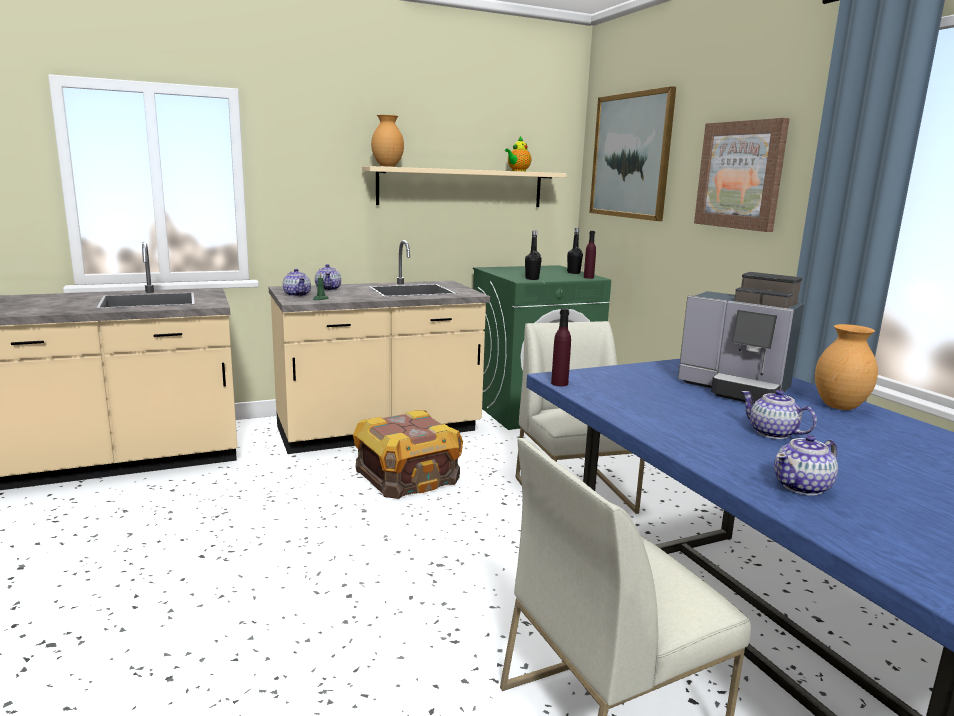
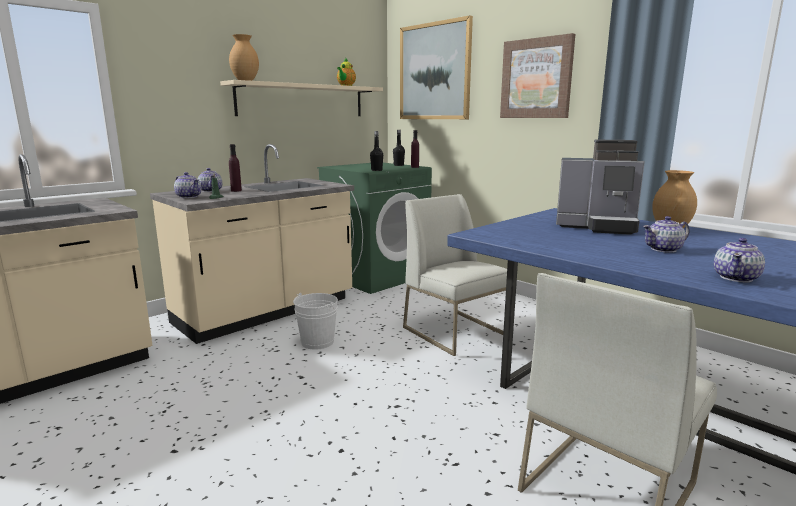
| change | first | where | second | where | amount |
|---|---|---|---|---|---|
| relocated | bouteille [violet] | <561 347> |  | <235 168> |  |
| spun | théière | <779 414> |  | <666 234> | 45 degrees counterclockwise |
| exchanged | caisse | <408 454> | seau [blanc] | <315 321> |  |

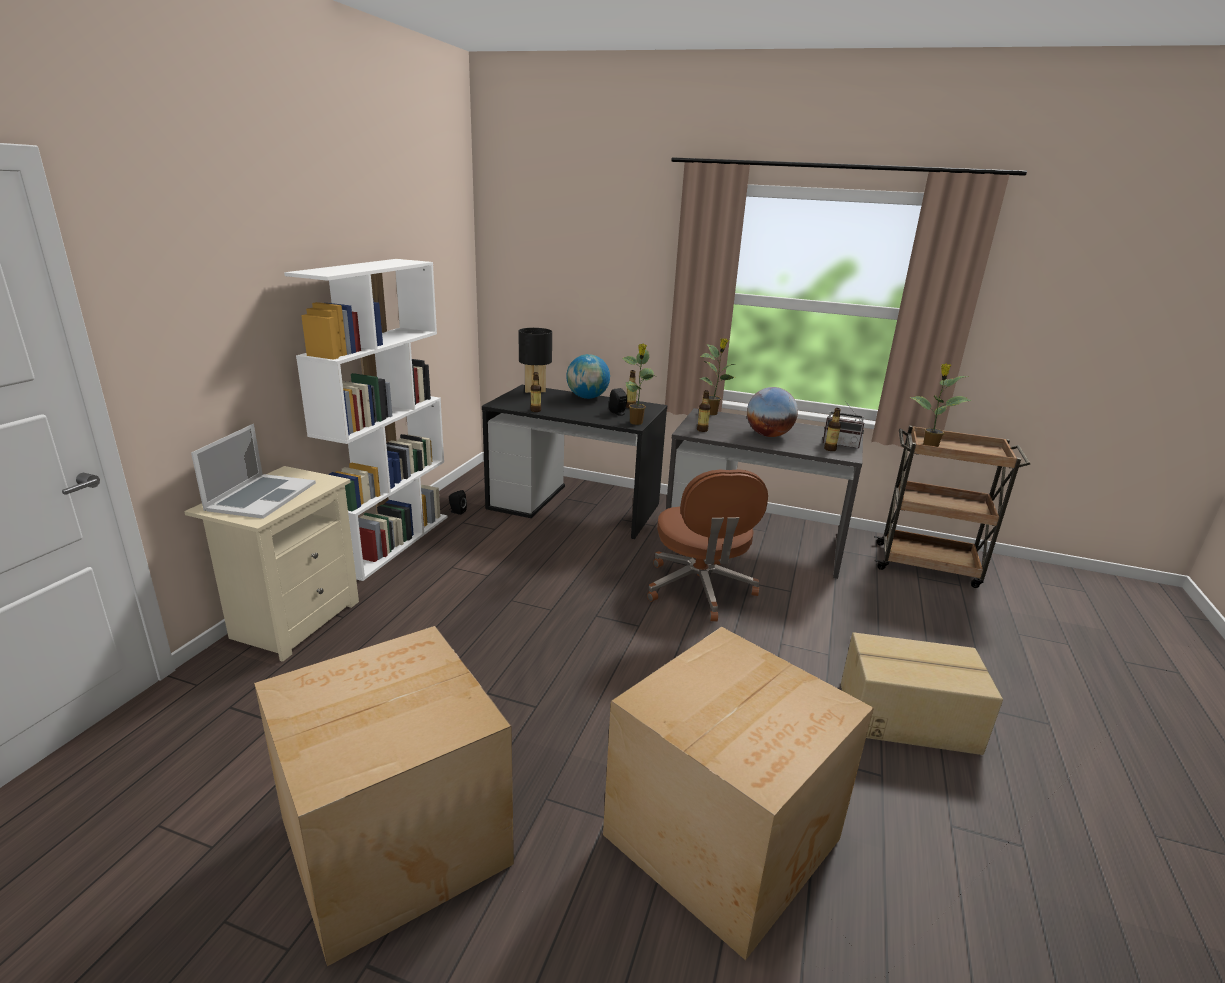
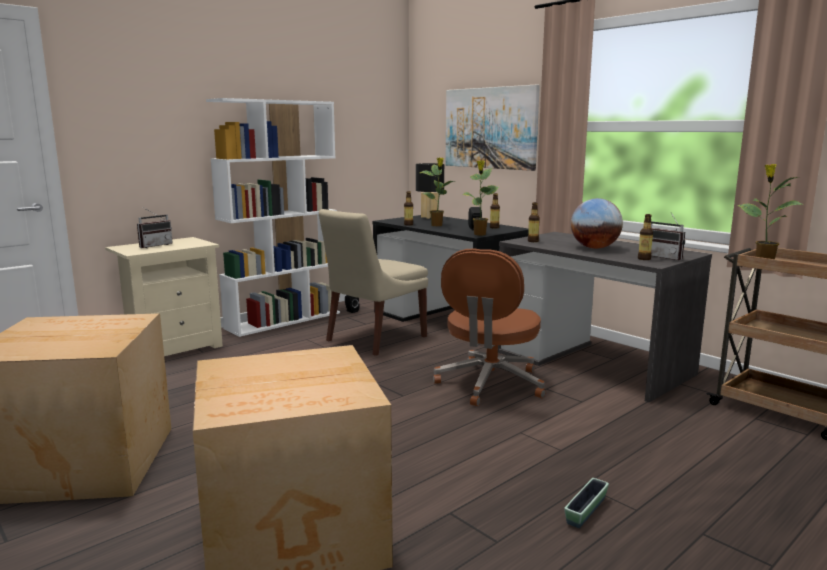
| change | first | where | second | where | amount |
|---|---|---|---|---|---|
| relocated | plante en pot | <718 376> |  | <437 191> |  |
| missing | globe | <588 376> |  |  |  |
| exchanged | ordinateur portable | <253 471> | radio | <155 227> |  |
| exchanged | carton | <922 693> | cache-pot | <586 503> |  |
| appeared |  |  | tableau | <492 127> |  |
| appeared |  |  | chaise [beige] | <373 282> |  |

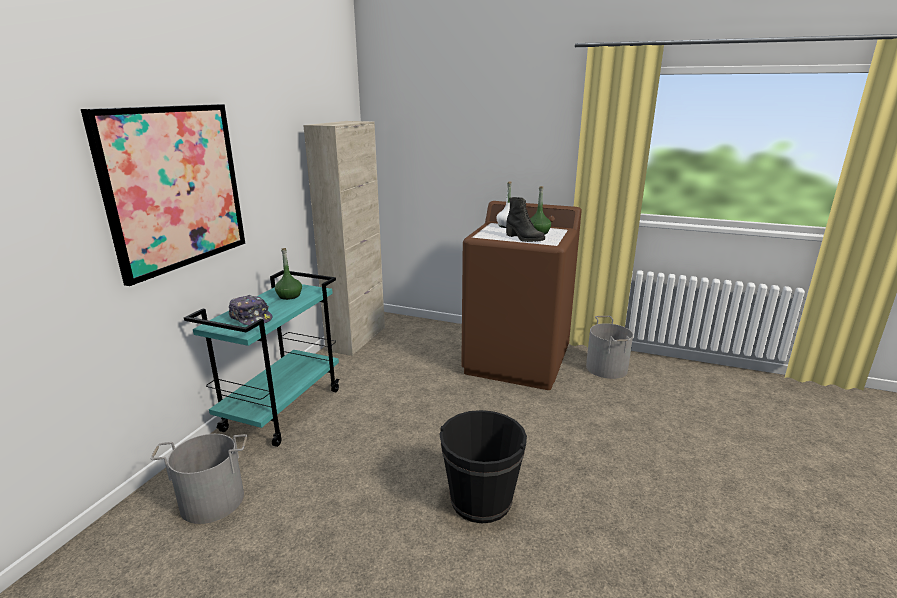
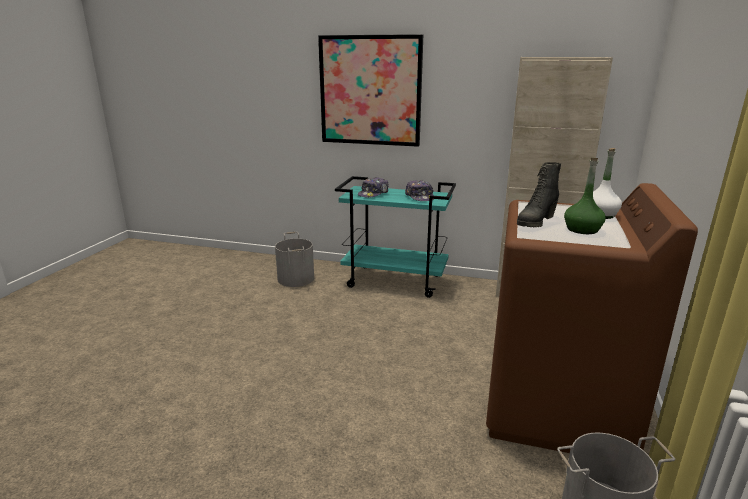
| change | first | where | second | where | amount |
|---|---|---|---|---|---|
| exchanged | bouteille [vert] | <288 274> | casquette | <419 190> |  |
| missing | seau [noir] | <483 466> |  |  |  |

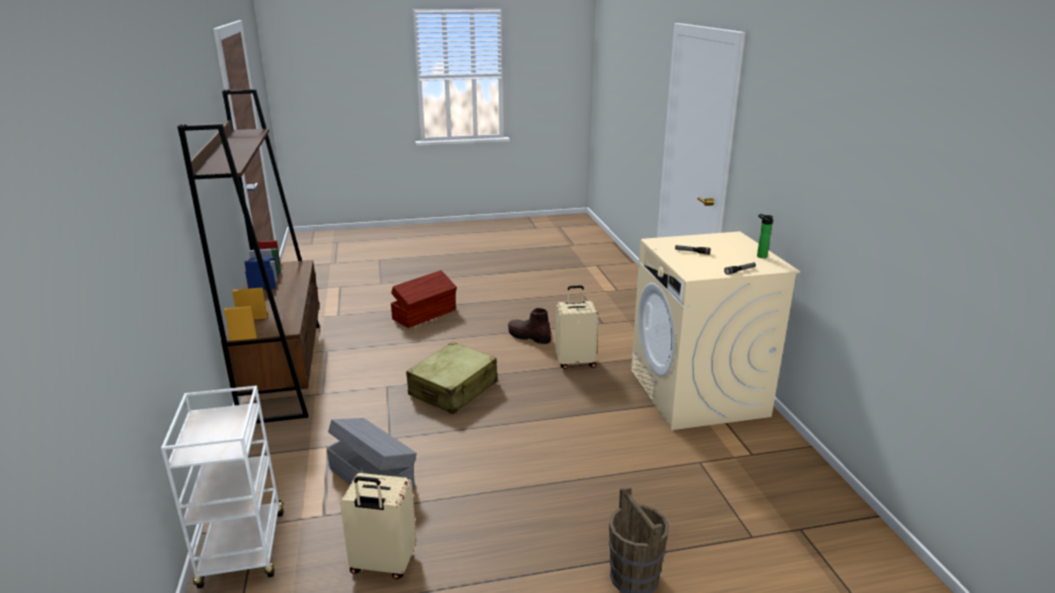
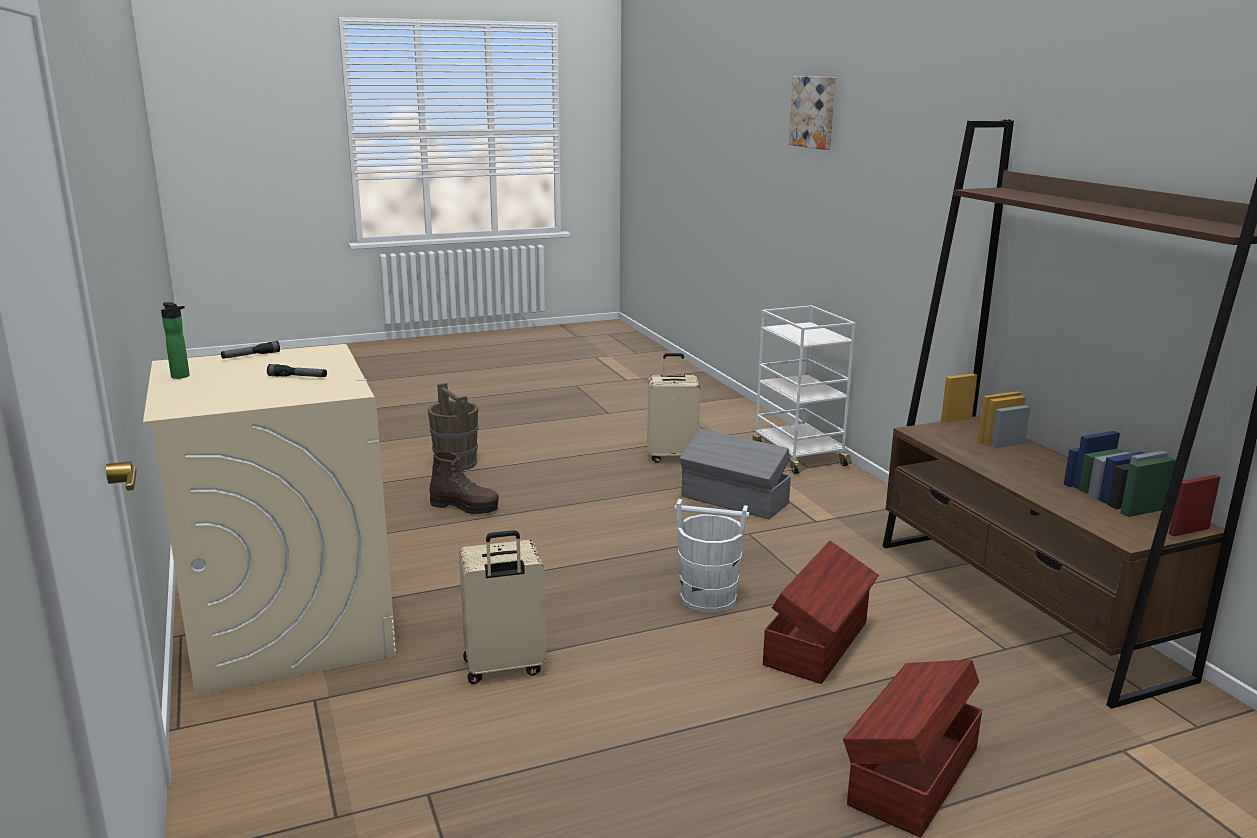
| change | first | where | second | where | amount |
|---|---|---|---|---|---|
| relocated | botte [marron] | <529 326> |  | <464 483> |  |
| exchanged | valise [beige] | <451 378> | seau [blanc] | <712 556> |  |
| appeared |  |  | tableau | <812 113> |  |
| appeared |  |  | boîte de rangement [marron] | <821 612> |  |

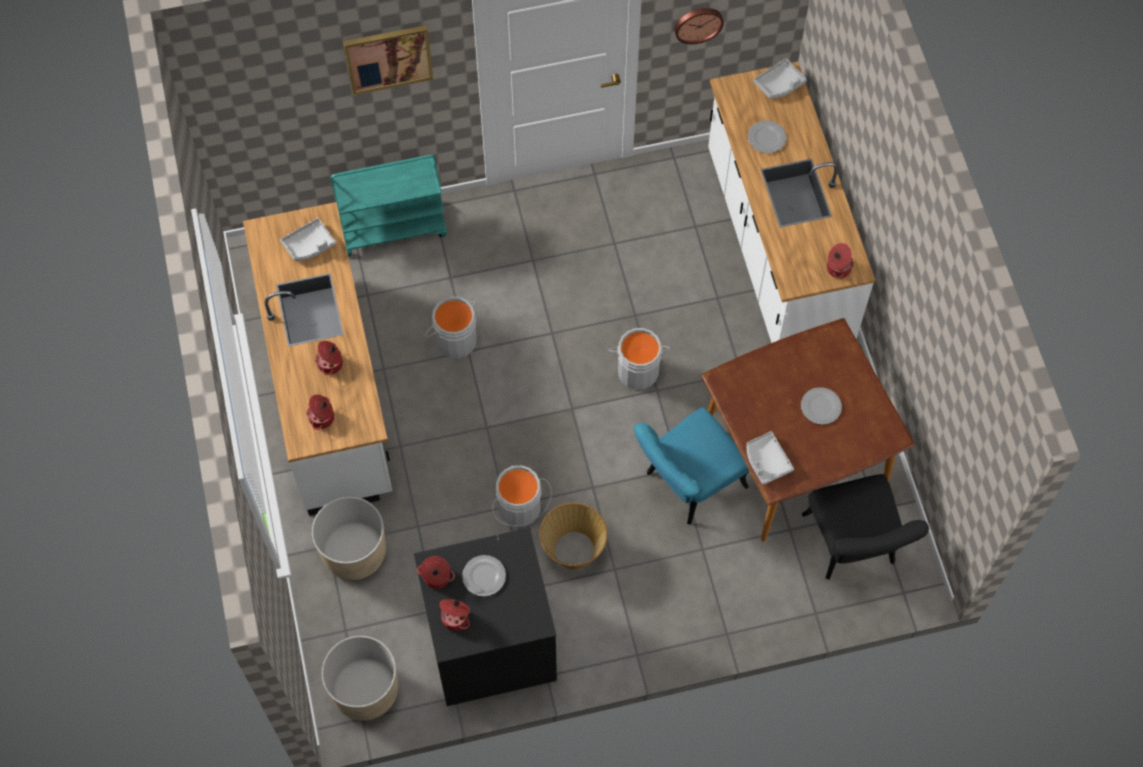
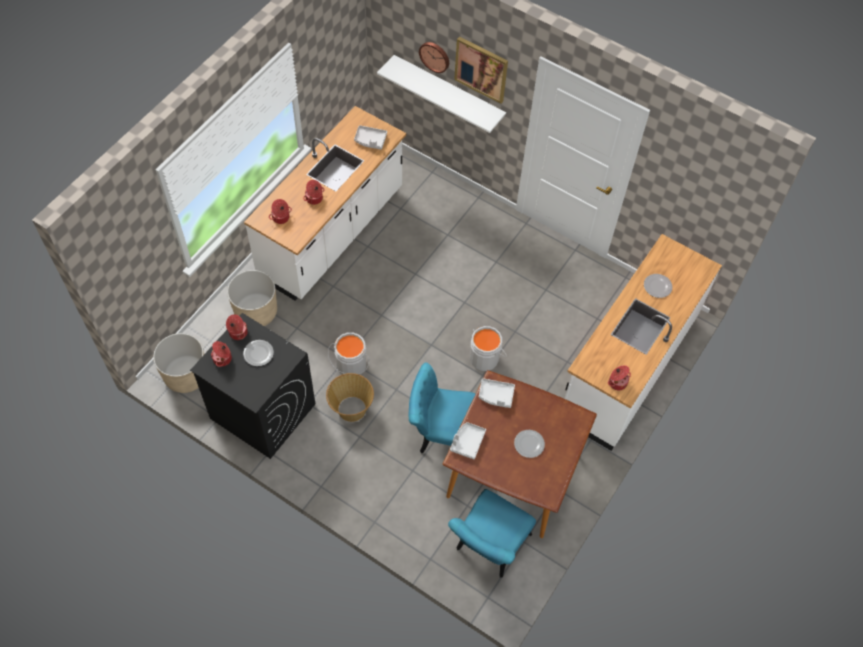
| change | first | where | second | where | amount |
|---|---|---|---|---|---|
| relocated | horloge murale | <699 26> |  | <434 57> |  |
| relocated | plateau [gris] | <780 78> |  | <497 393> |  |
| missing | chariot [turquoise] | <389 205> |  |  |  |
| missing | seau [gris] | <451 327> |  |  |  |
| colour | chaise [noir] | <865 527> | chaise [turquoise] | <492 533> |  |
| appeared |  |  | étagère [blanc] | <441 94> |  |

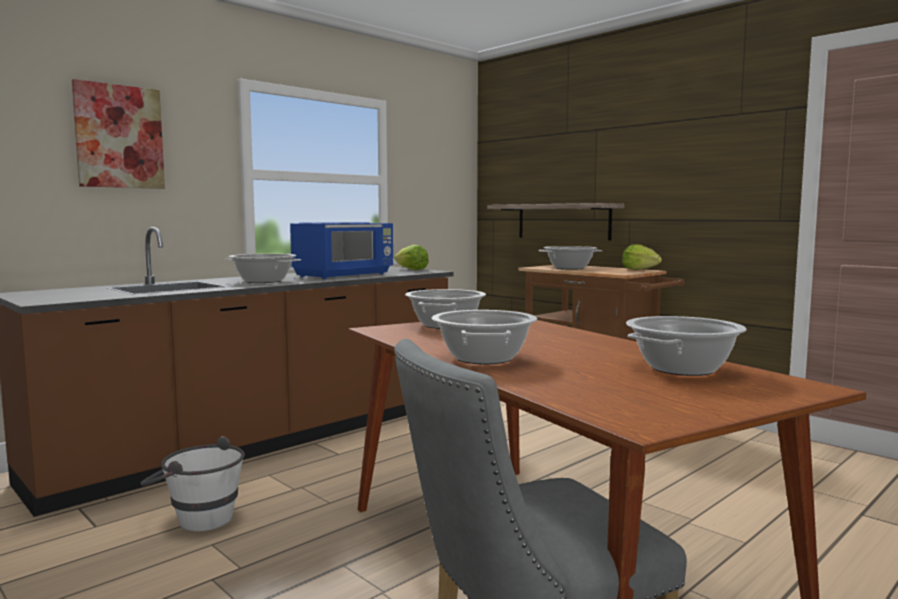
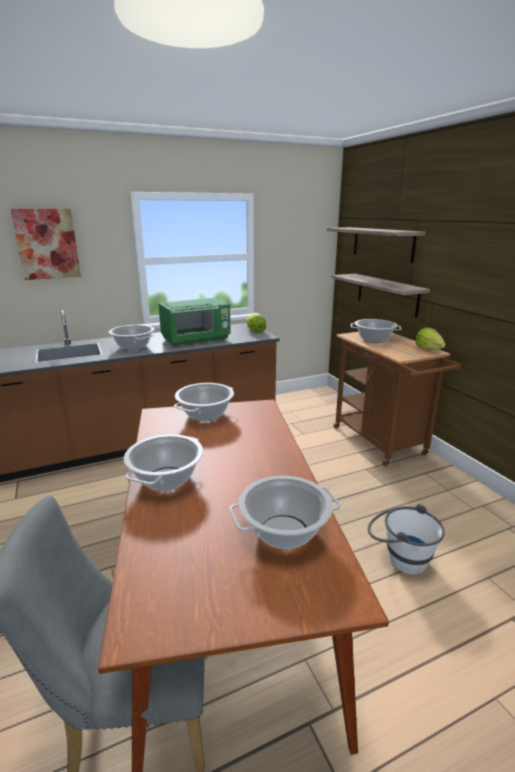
| change | first | where | second | where | amount |
|---|---|---|---|---|---|
| colour | micro-ondes [bleu] | <341 250> | micro-ondes [vert] | <194 322> |  |
| relocated | seau [blanc] | <192 483> |  | <406 539> |  |
| appeared |  |  | étagère | <376 245> |  |

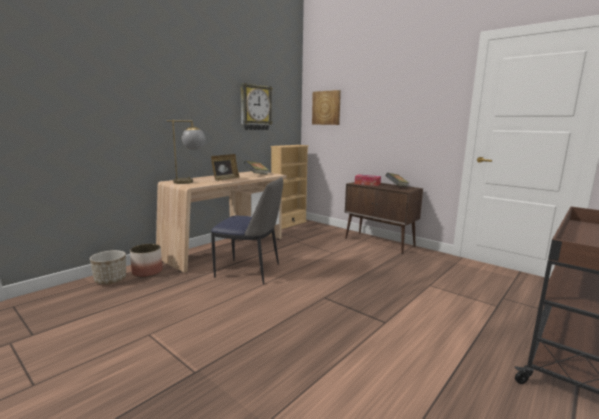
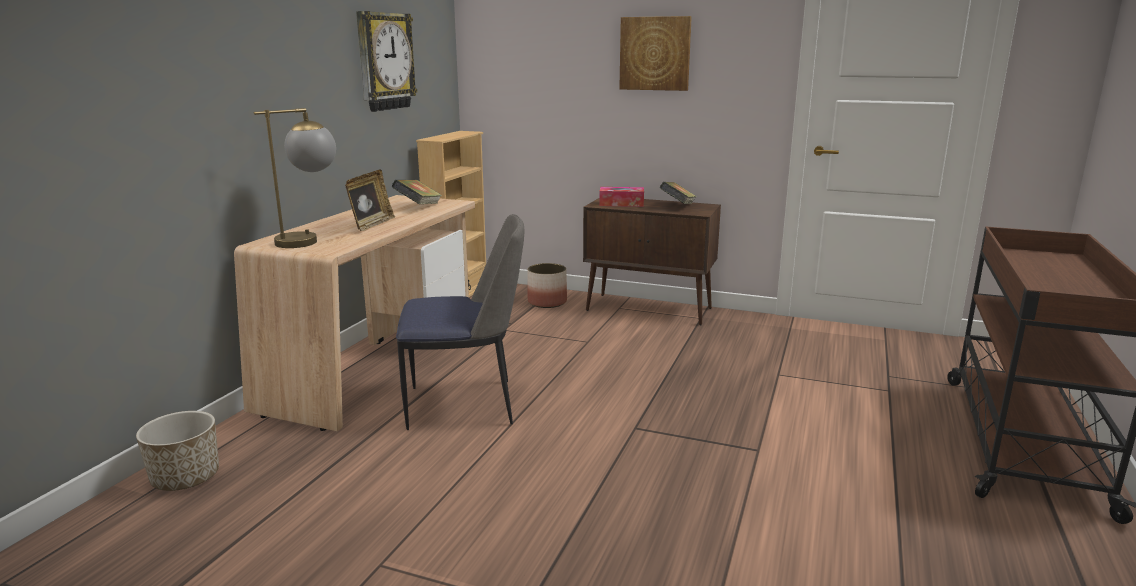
| change | first | where | second | where | amount |
|---|---|---|---|---|---|
| relocated | tableau | <326 107> |  | <655 53> |  |
| relocated | cache-pot | <146 261> |  | <547 285> |  |

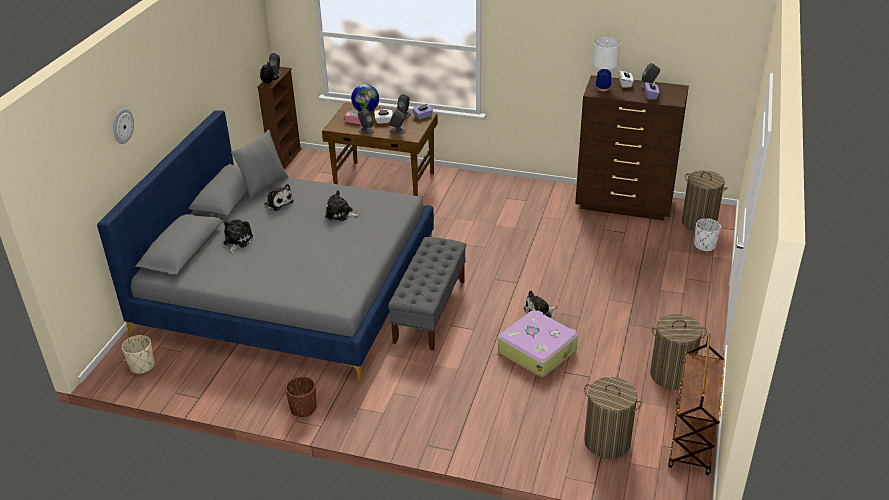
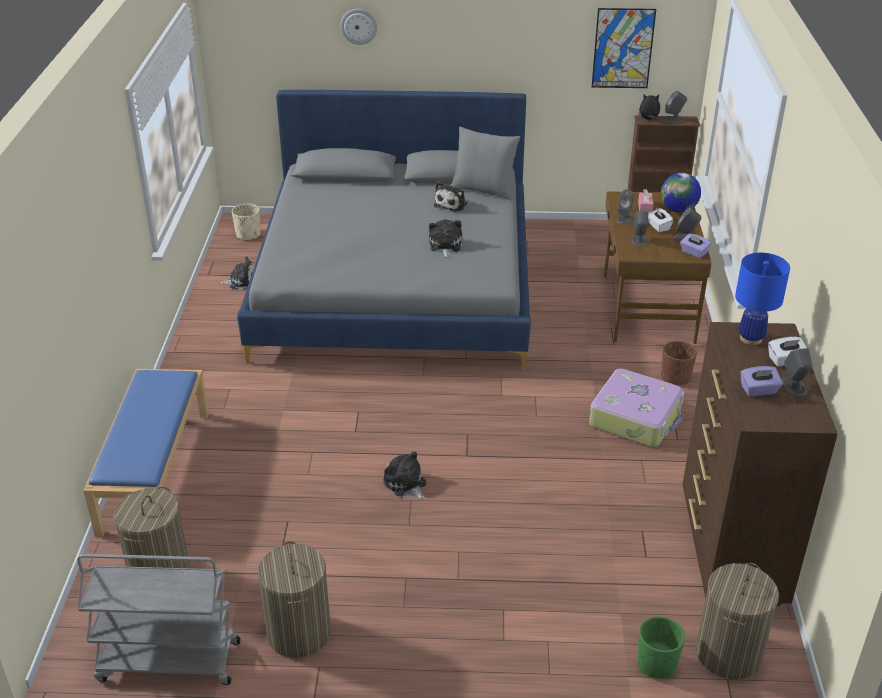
| change | first | where | second | where | amount |
|---|---|---|---|---|---|
| colour | lampe de table [blanc] | <606 64> | lampe de table [bleu] | <762 299> |  |
| colour | cache-pot [blanc] | <707 235> | cache-pot [vert] | <661 647> |  |
| relocated | peluche | <238 236> |  | <237 273> |  |
| missing | banc [gris] | <427 294> |  |  |  |
| relocated | valise | <538 343> |  | <636 408> |  |
| colour | chariot [marron] | <696 404> | chariot [gris] | <159 619> |  |
| relocated | cache-pot [marron] | <301 396> |  | <679 363> |  |
| appeared |  |  | tableau | <624 48> |  |
| appeared |  |  | banc [bleu] | <146 453> |  |

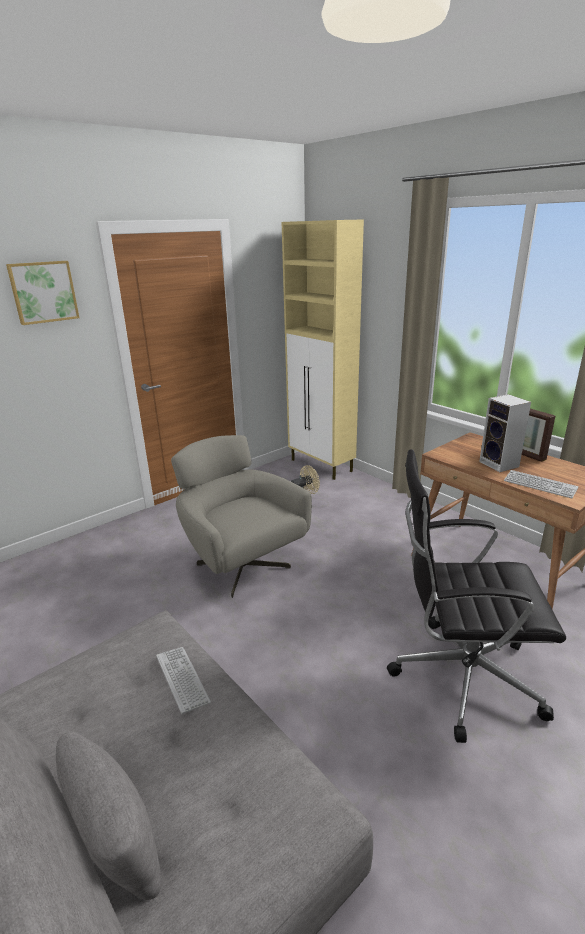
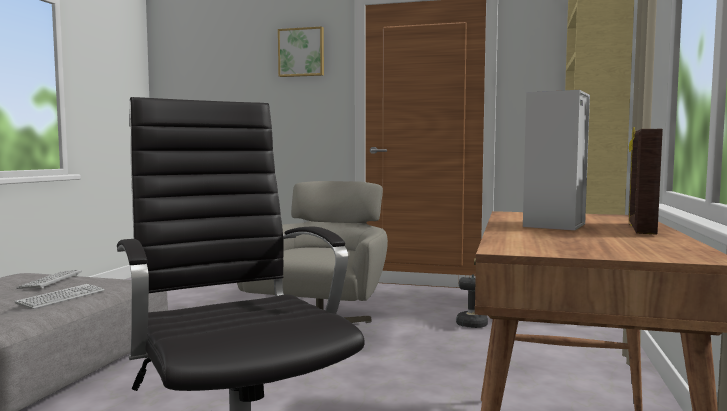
| change | first | where | second | where | amount |
|---|---|---|---|---|---|
| relocated | clavier | <541 484> |  | <49 279> |  |

